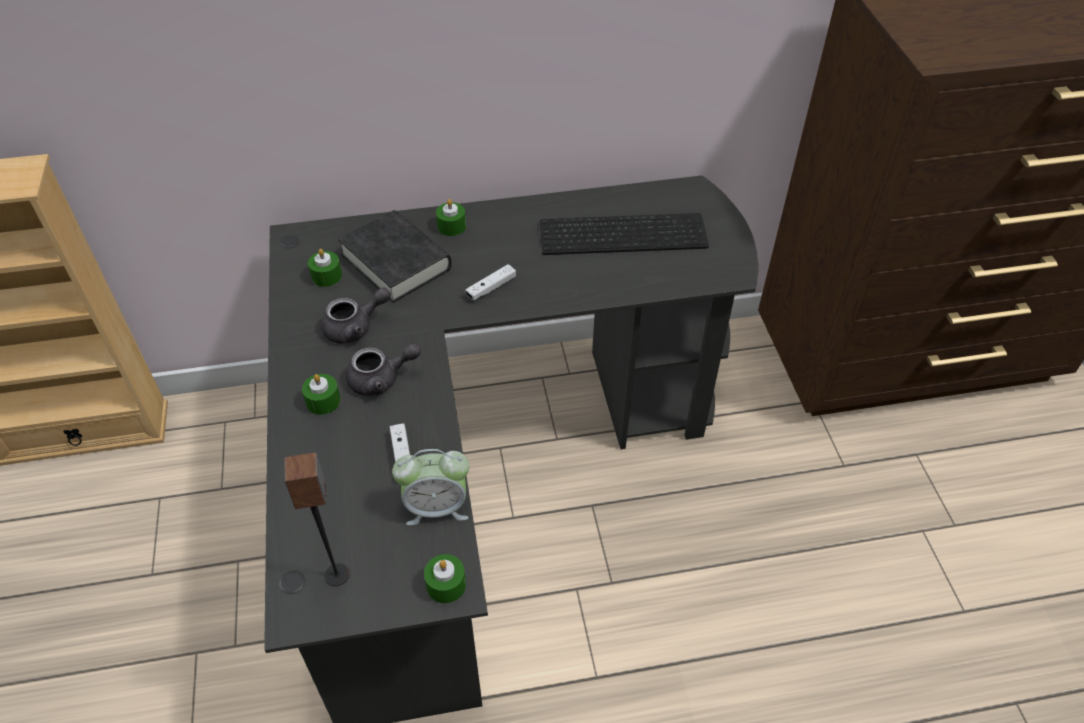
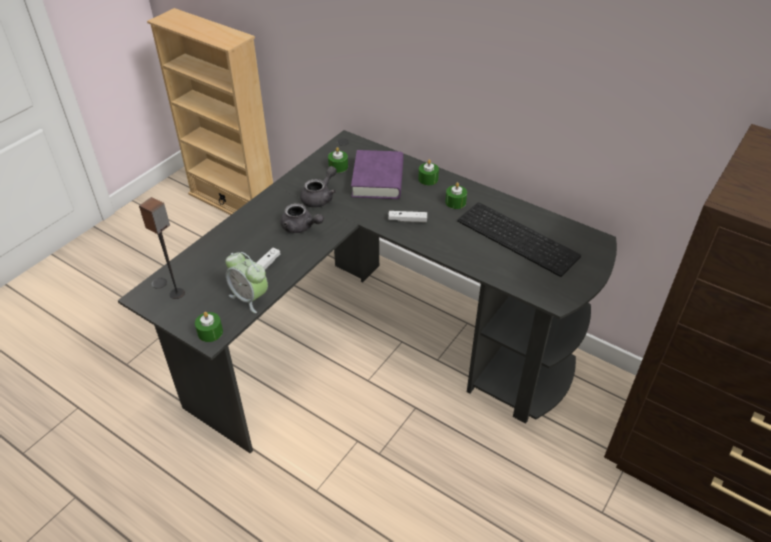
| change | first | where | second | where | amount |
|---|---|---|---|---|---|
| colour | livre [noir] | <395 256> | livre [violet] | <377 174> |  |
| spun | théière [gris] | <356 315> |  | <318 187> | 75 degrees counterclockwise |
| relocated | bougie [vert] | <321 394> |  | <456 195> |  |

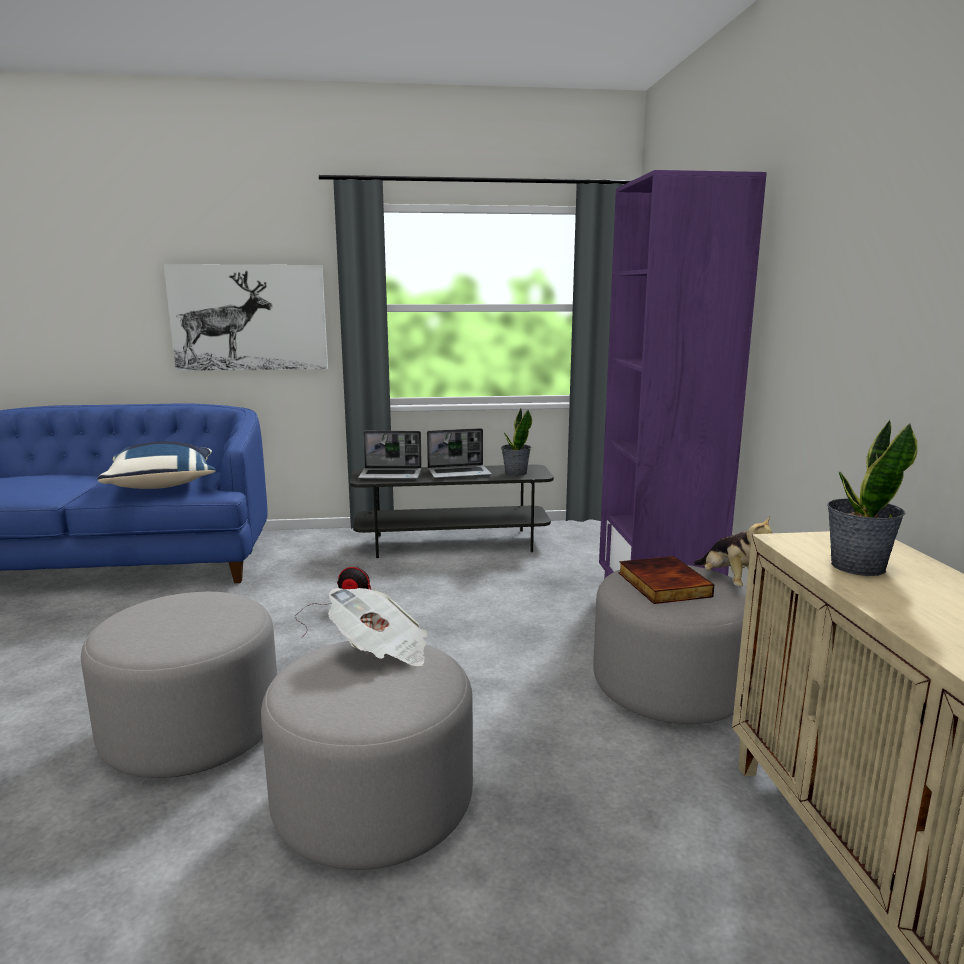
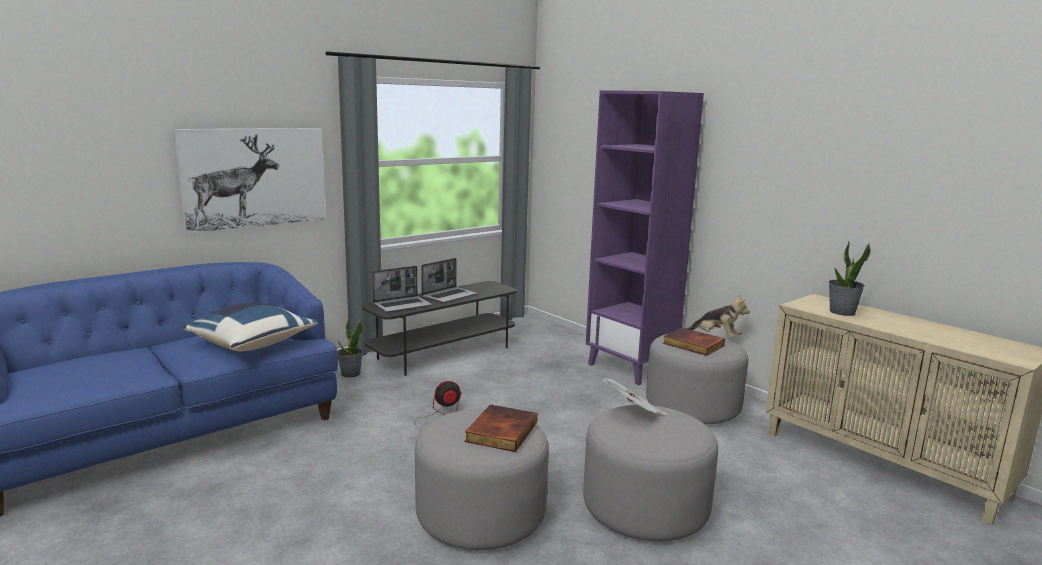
| change | first | where | second | where | amount |
|---|---|---|---|---|---|
| relocated | plante en pot | <516 442> |  | <350 347> |  |
| appeared |  |  | livre | <501 428> |  |

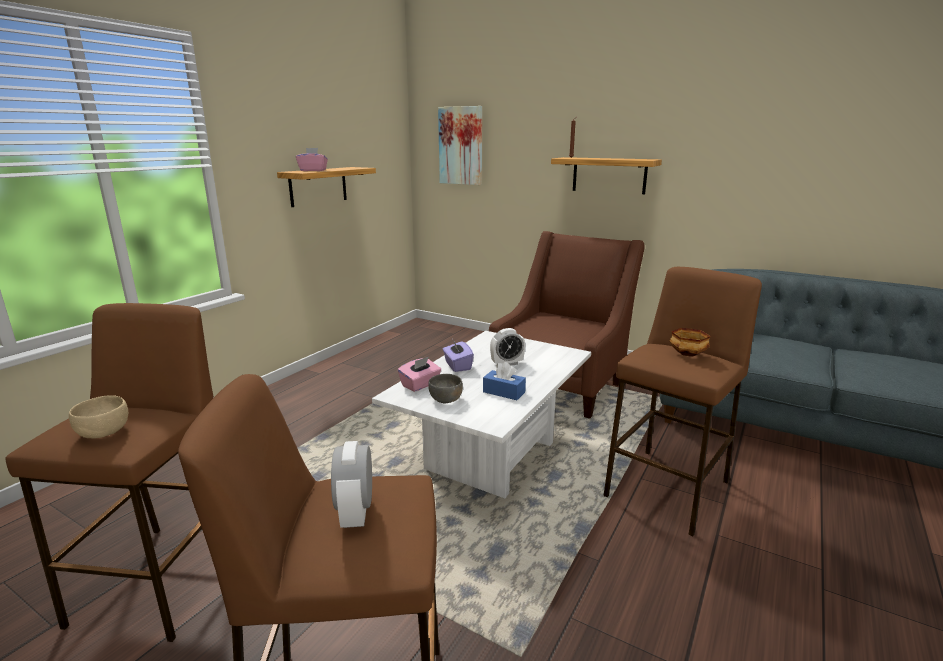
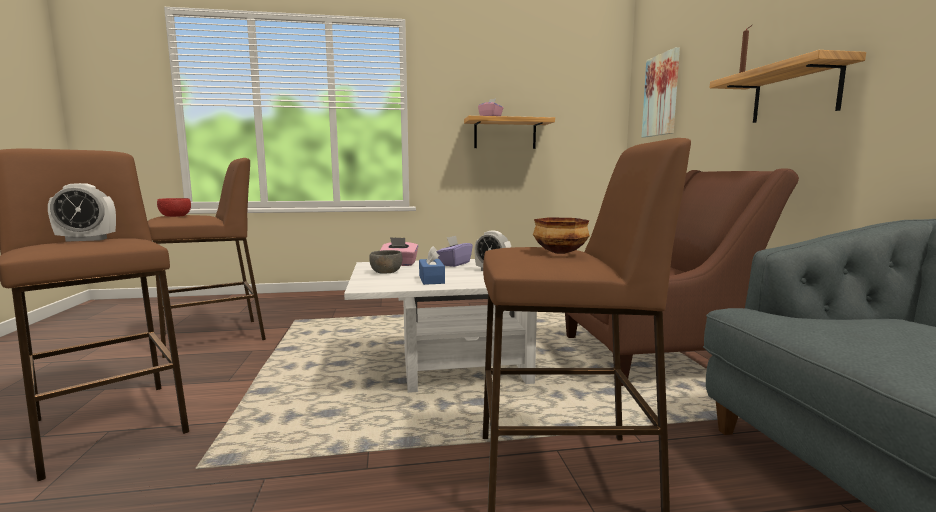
| change | first | where | second | where | amount |
|---|---|---|---|---|---|
| colour | bol [beige] | <98 417> | bol [rouge] | <174 207> |  |
| spun | réveil | <351 484> |  | <82 212> | 150 degrees counterclockwise |

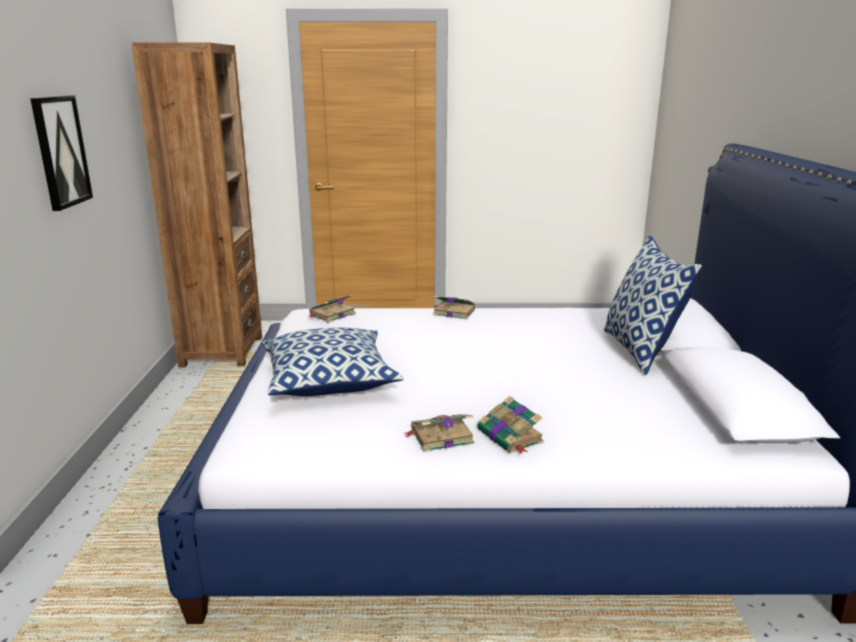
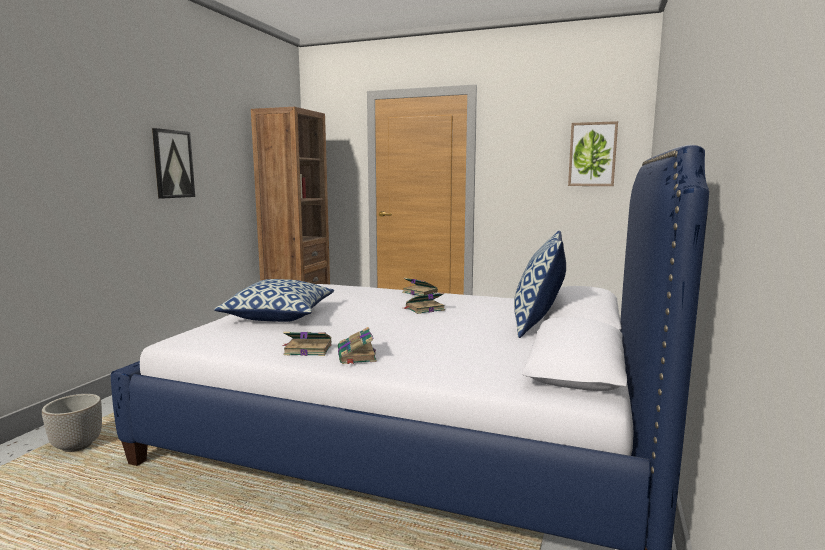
| change | first | where | second | where | amount |
|---|---|---|---|---|---|
| relocated | livre | <331 308> |  | <424 303> |  |
| appeared |  |  | tableau | <593 153> |  |
| appeared |  |  | cache-pot | <72 423> |  |

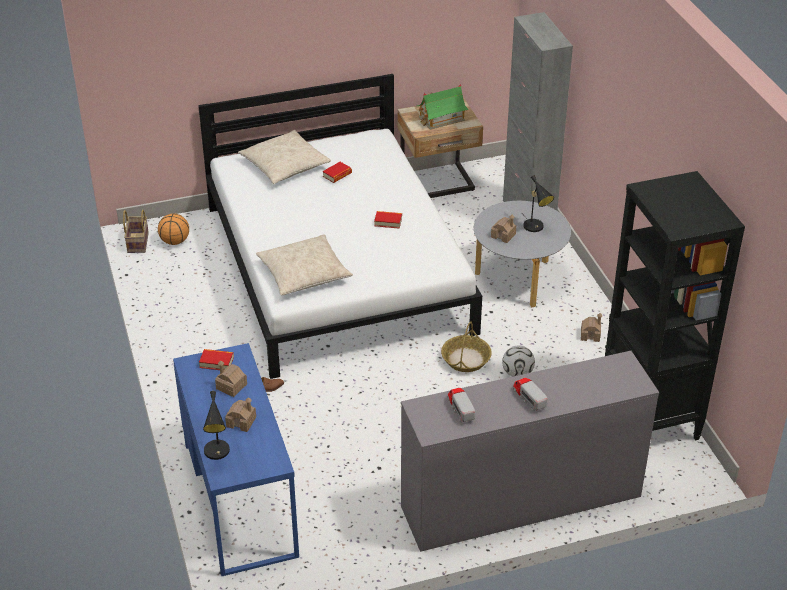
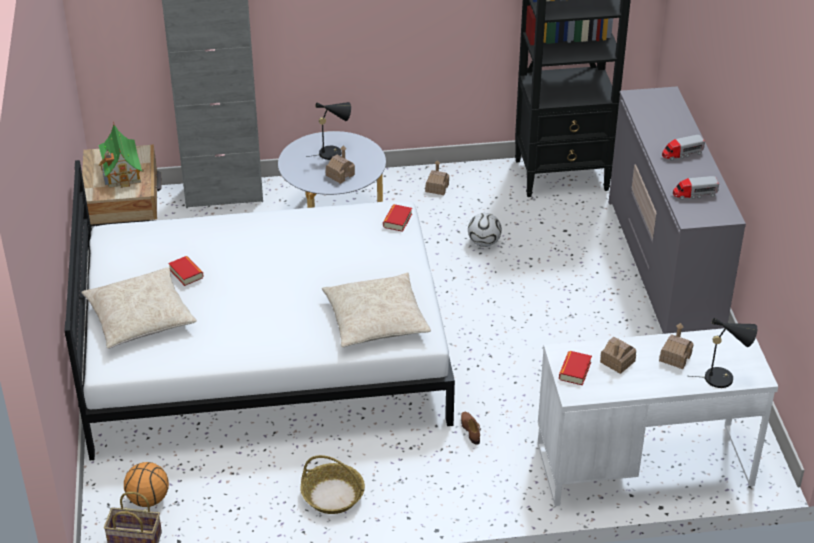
| change | first | where | second | where | amount |
|---|---|---|---|---|---|
| relocated | livre | <388 220> |  | <397 218> |  |
| relocated | panier | <466 346> |  | <332 484> |  |
| colour | bureau [bleu] | <236 459> | bureau [blanc] | <658 417> |  |

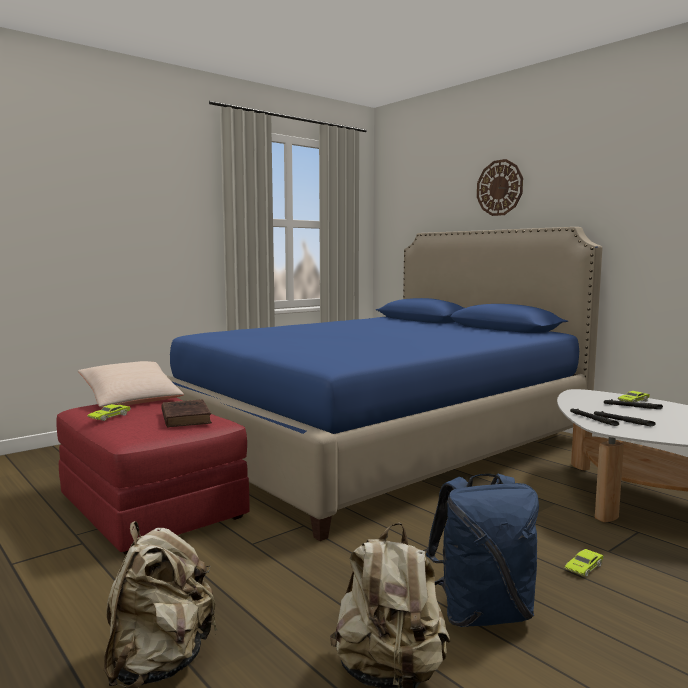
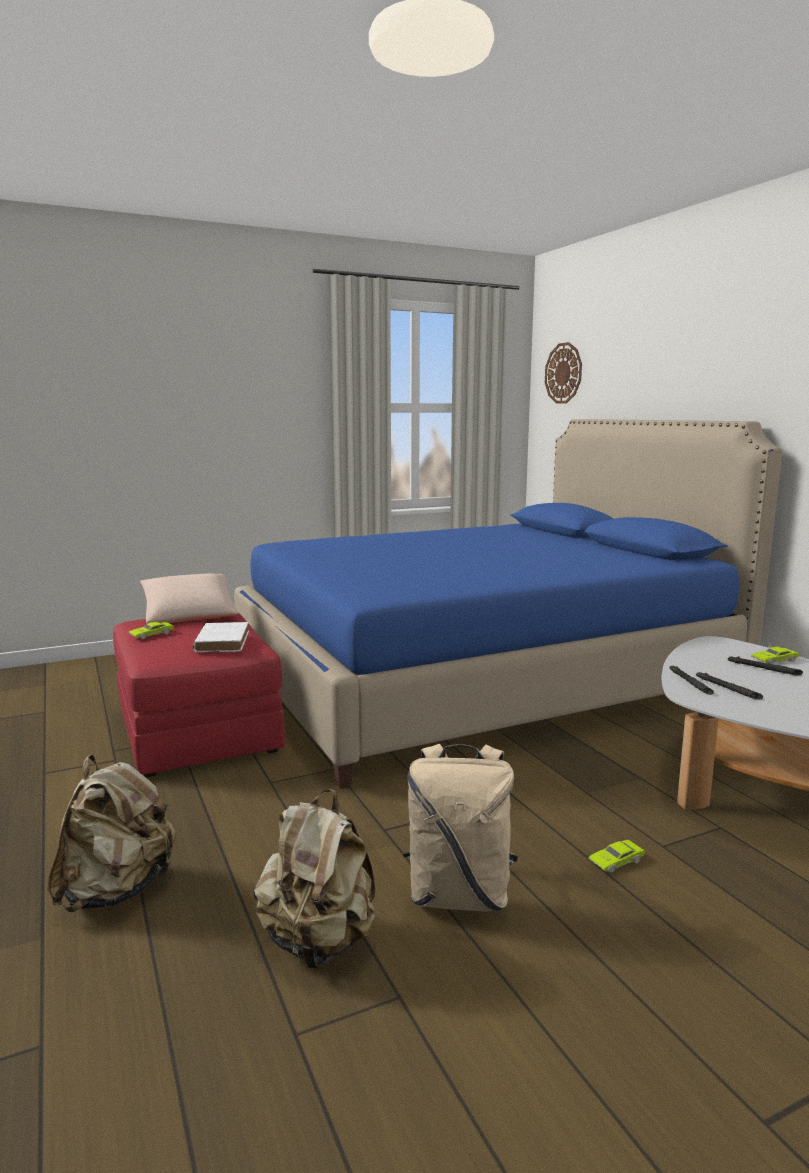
| change | first | where | second | where | amount |
|---|---|---|---|---|---|
| relocated | horloge murale | <500 187> |  | <563 373> |  |
| colour | livre [marron] | <186 413> | livre [blanc] | <221 637> |  |
| colour | sac à dos [bleu] | <482 550> | sac à dos [beige] | <460 828> |  |

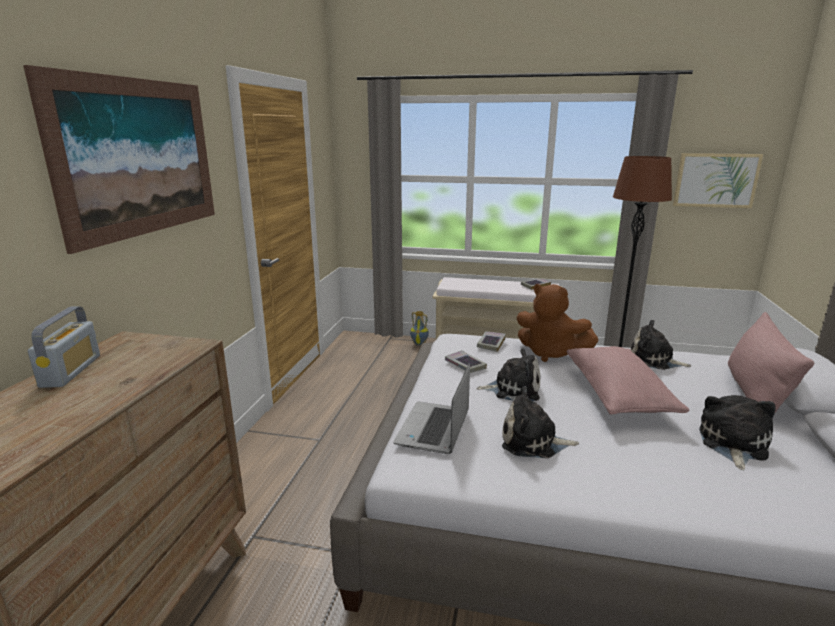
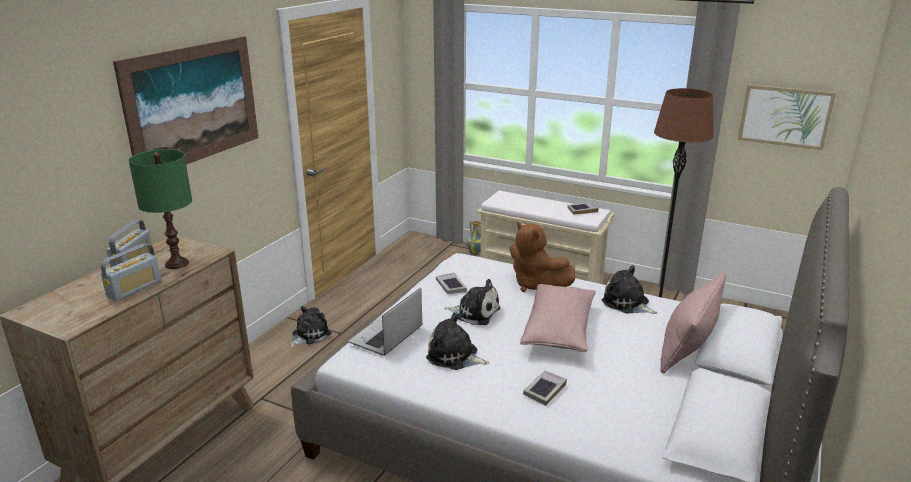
| change | first | where | second | where | amount |
|---|---|---|---|---|---|
| relocated | livre | <491 341> |  | <545 388> |  |
| relocated | peluche | <737 432> |  | <310 326> |  |
| appeared |  |  | lampe de table [vert] | <160 209> |  |
| appeared |  |  | radio | <131 272> |  |

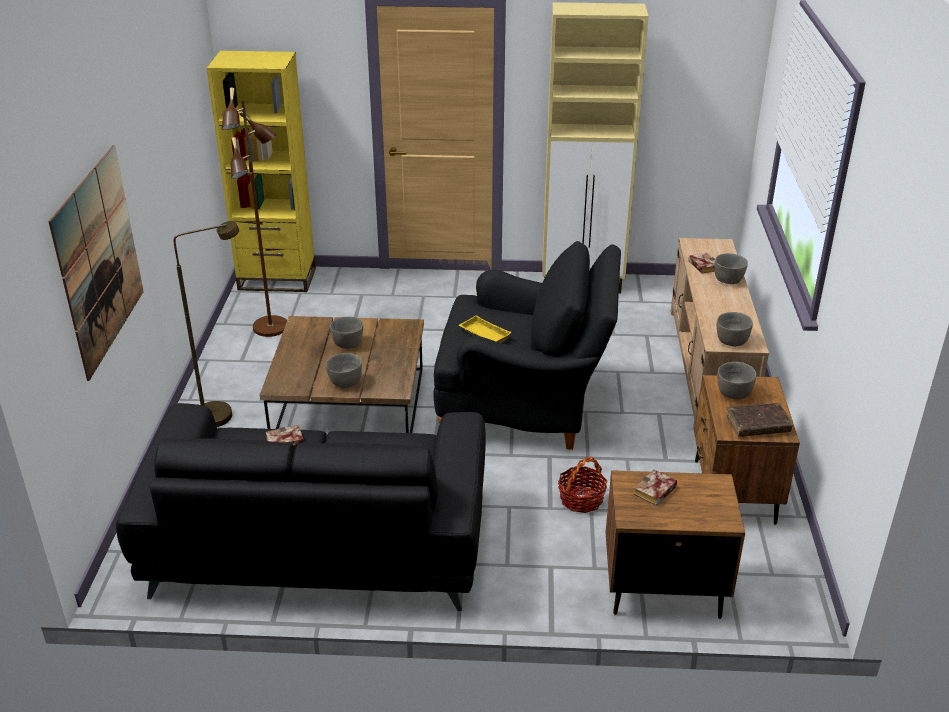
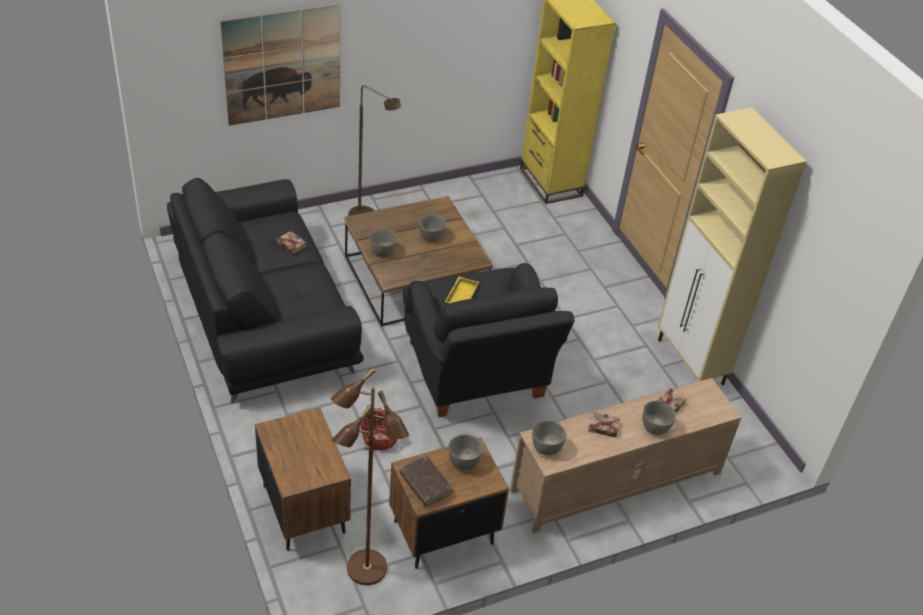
| change | first | where | second | where | amount |
|---|---|---|---|---|---|
| relocated | lampadaire [marron] | <254 212> |  | <370 476> |  |
| relocated | livre | <655 488> |  | <604 424> |  |

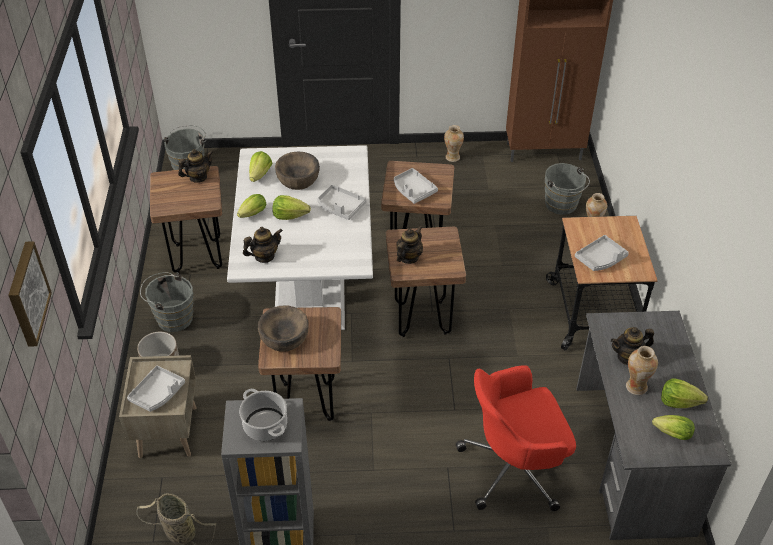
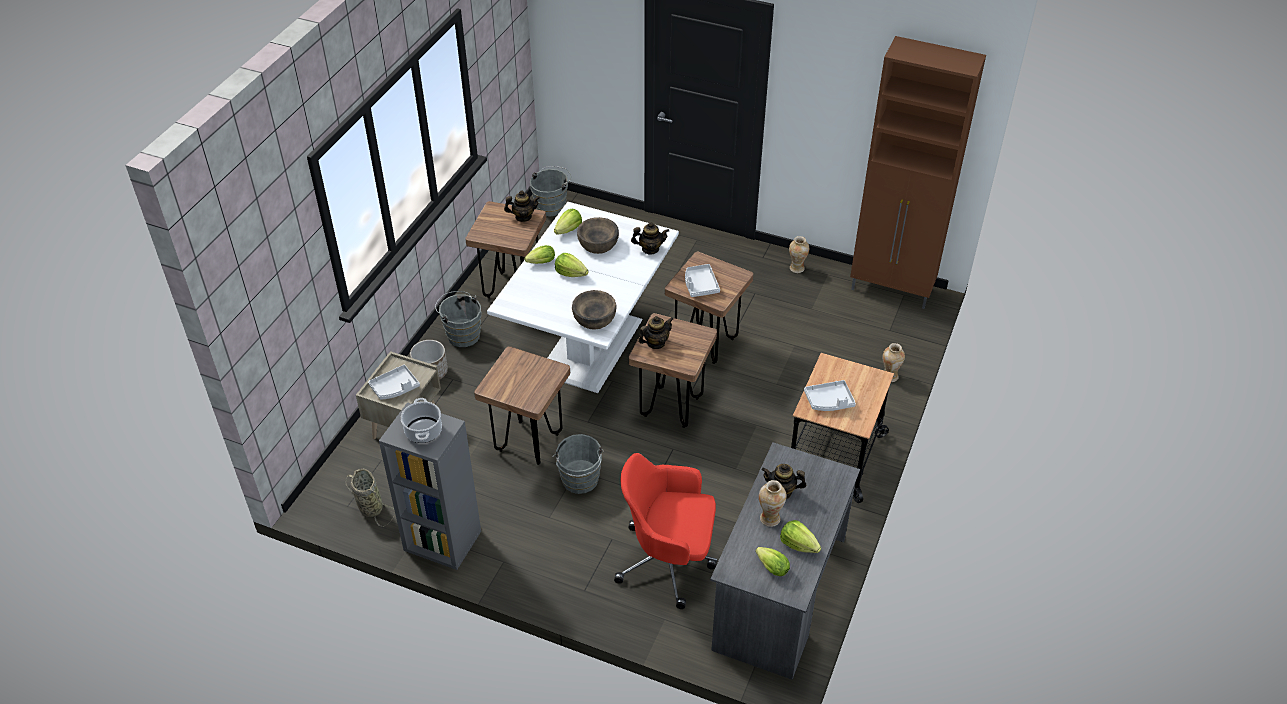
| change | first | where | second | where | amount |
|---|---|---|---|---|---|
| relocated | seau [gris] | <567 189> |  | <578 464> |  |
| missing | plateau [gris] | <341 202> |  |  |  |
| relocated | théière | <263 245> |  | <650 238> |  |
| missing | tableau | <30 294> |  |  |  |
| relocated | bol [marron] | <283 329> |  | <594 310> |  |

